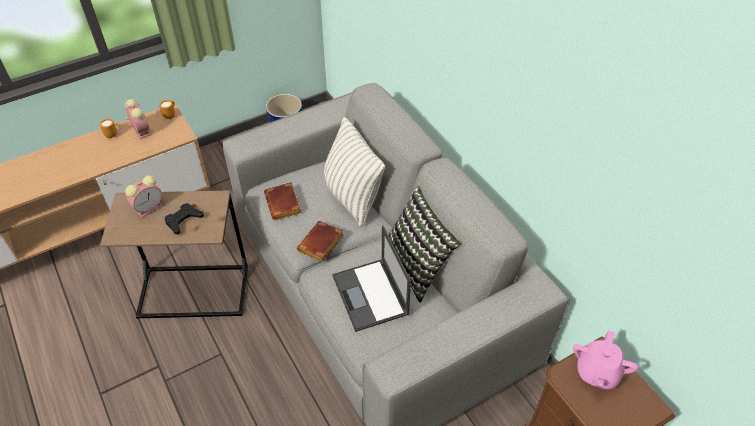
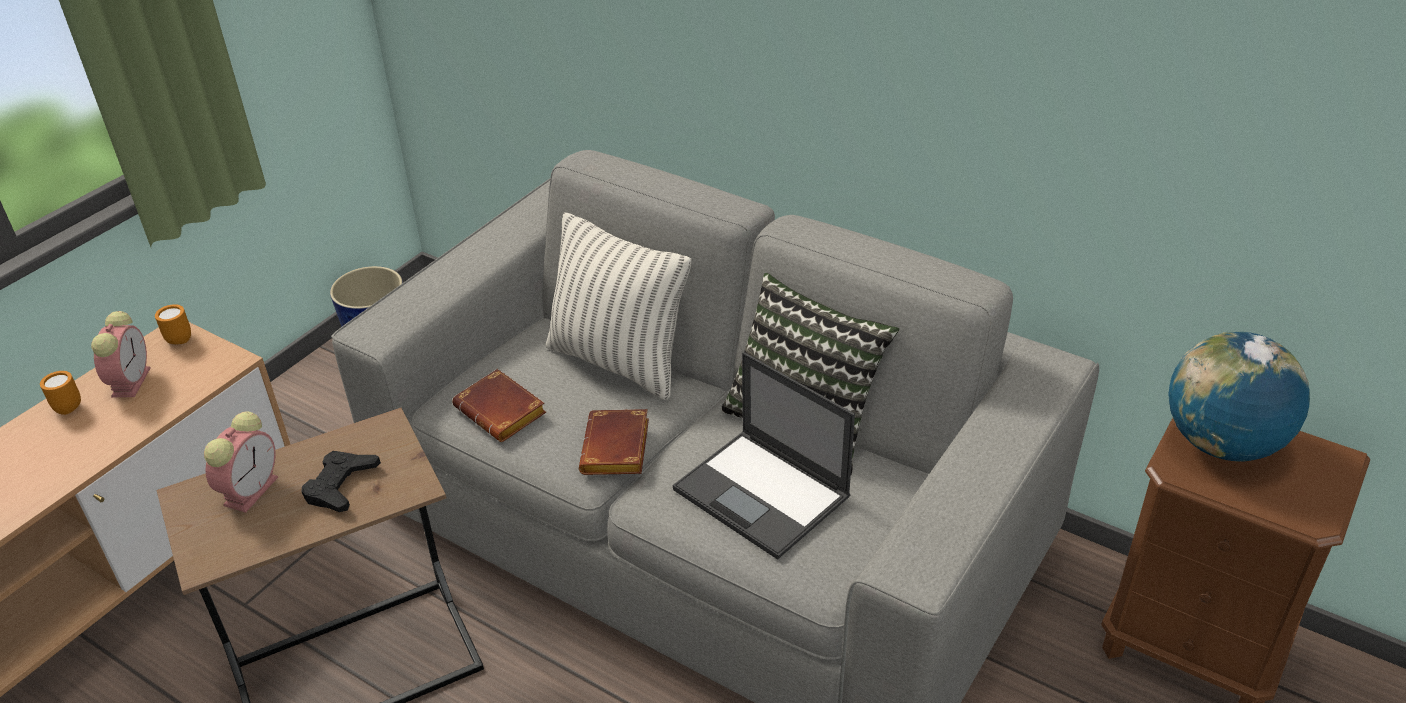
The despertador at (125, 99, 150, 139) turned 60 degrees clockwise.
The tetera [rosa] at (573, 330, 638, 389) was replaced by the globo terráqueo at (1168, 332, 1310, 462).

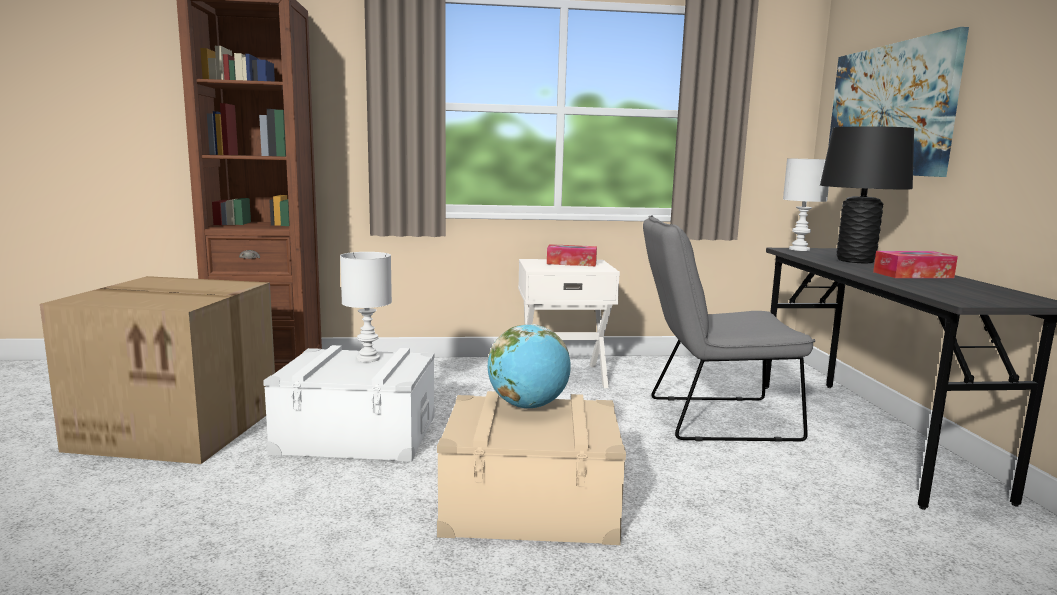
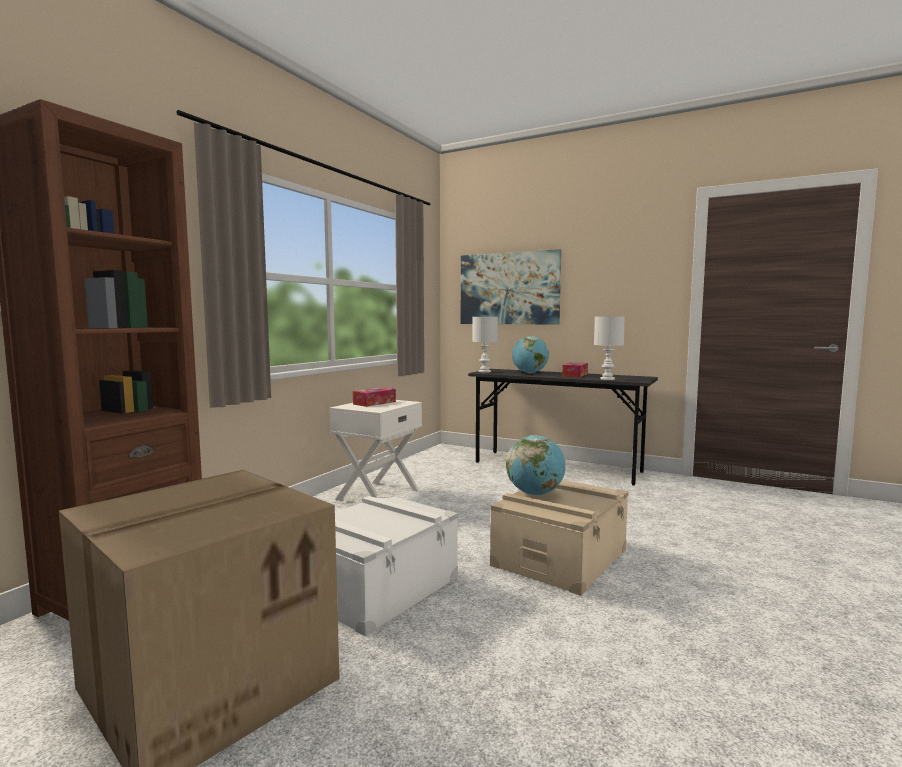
The lámpara de mesa [blanco] moved from (340, 252, 392, 362) to (594, 316, 625, 380).
The silla [gris] at (643, 215, 815, 442) disappeared.
The lámpara de mesa [negro] at (820, 126, 914, 264) was replaced by the globo terráqueo at (512, 336, 549, 373).

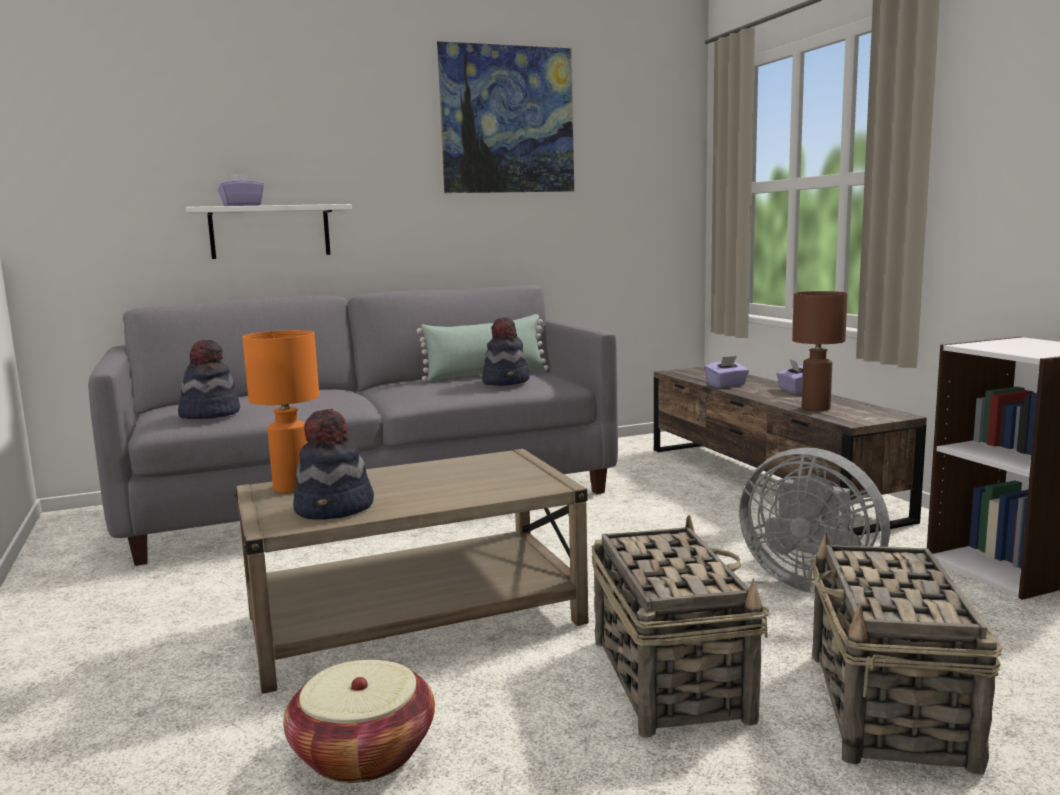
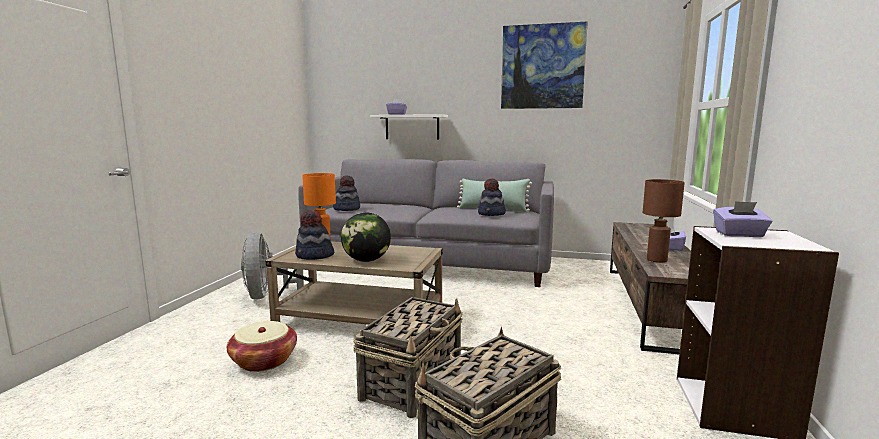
The caja de pañuelos [morado] moved from (705, 356, 749, 388) to (713, 201, 772, 237).
The ventilador [gris] moved from (739, 448, 890, 594) to (241, 232, 304, 299).
The globo terráqueo at (341, 212, 391, 262) appeared.

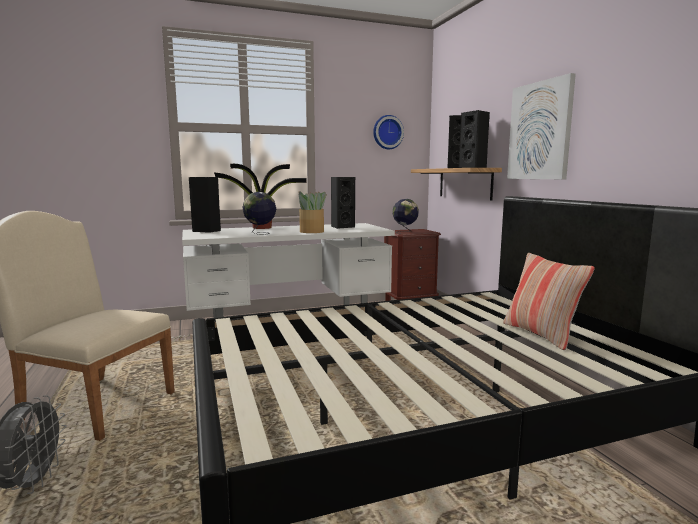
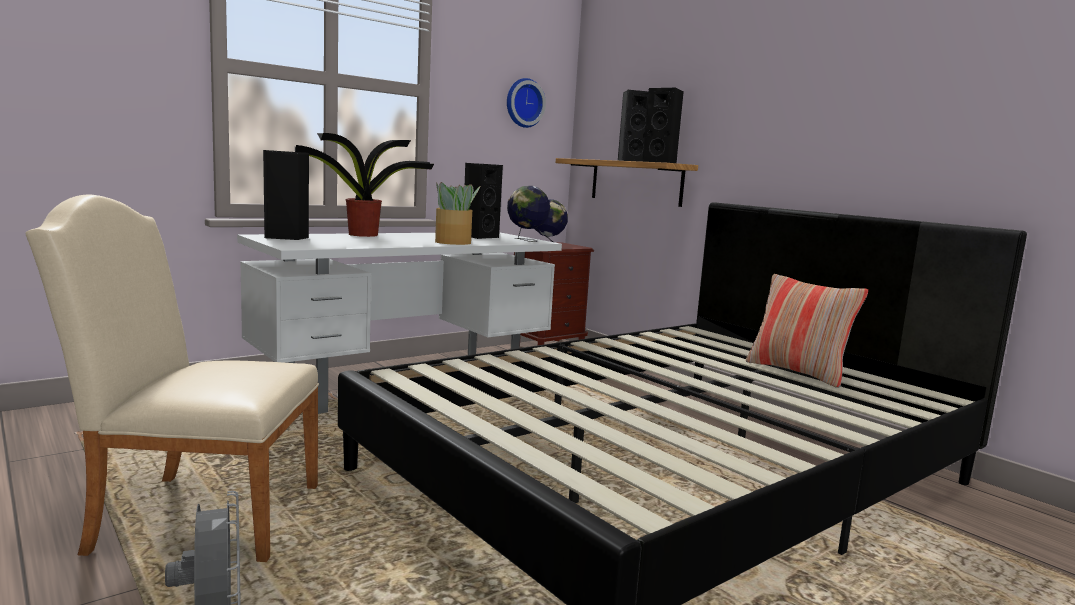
The globo terráqueo moved from (242, 192, 276, 235) to (507, 186, 550, 242).
The cuadro at (507, 73, 576, 179) disappeared.

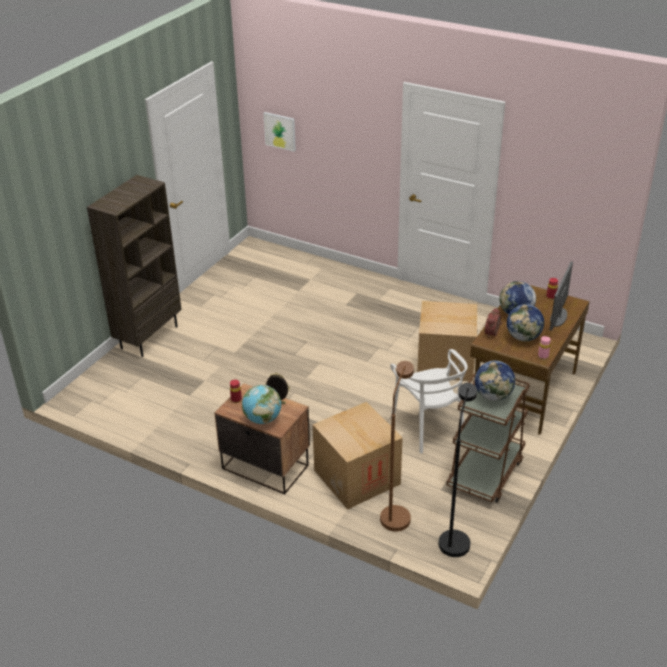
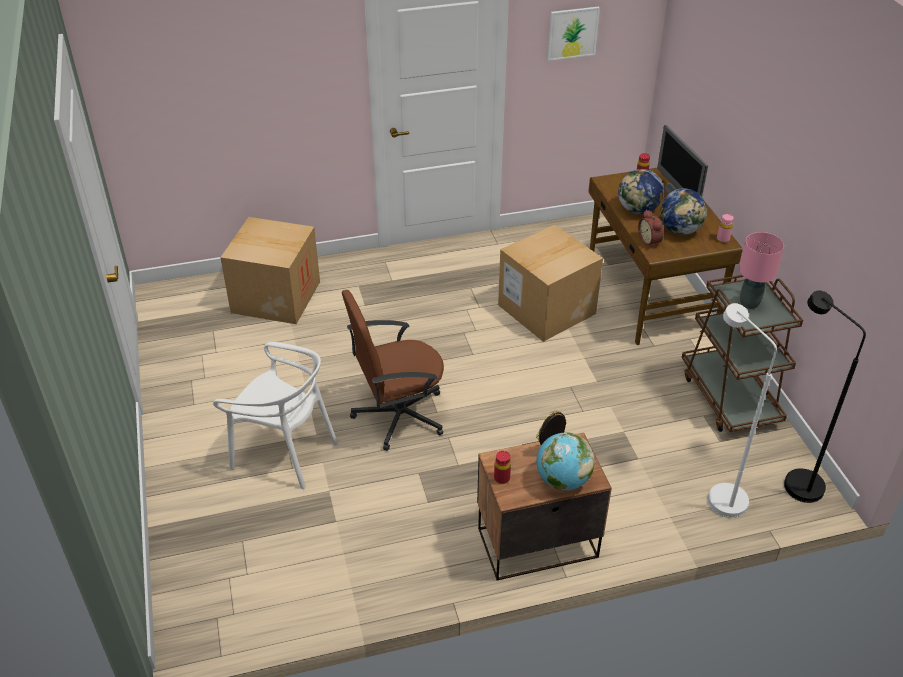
The estantería [marrón] at (87, 175, 182, 357) disappeared.
The cuadro moved from (264, 112, 296, 152) to (548, 6, 600, 61).
The caja de cartón moved from (313, 402, 402, 510) to (220, 217, 320, 324).
The lámpara de pie [marrón] at (380, 361, 414, 531) became the lámpara de pie [blanco] at (708, 303, 777, 518).
The silla [blanco] moved from (390, 349, 468, 453) to (213, 342, 338, 489).
The globo terráqueo at (475, 361, 515, 401) was replaced by the lámpara de mesa [rosa] at (739, 232, 784, 309).
The silla de oficina [marrón] at (342, 290, 444, 451) appeared.

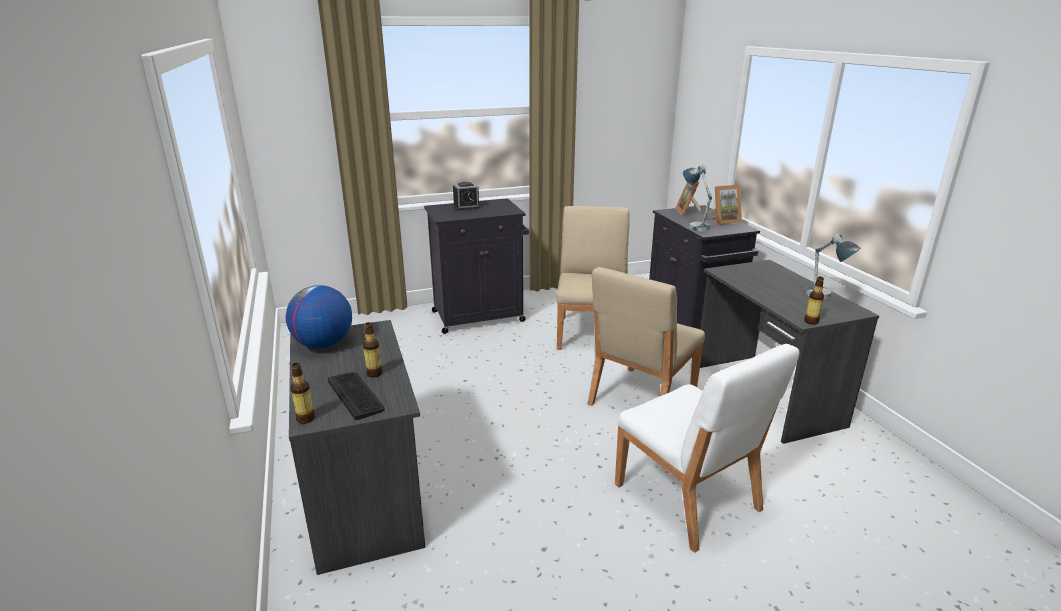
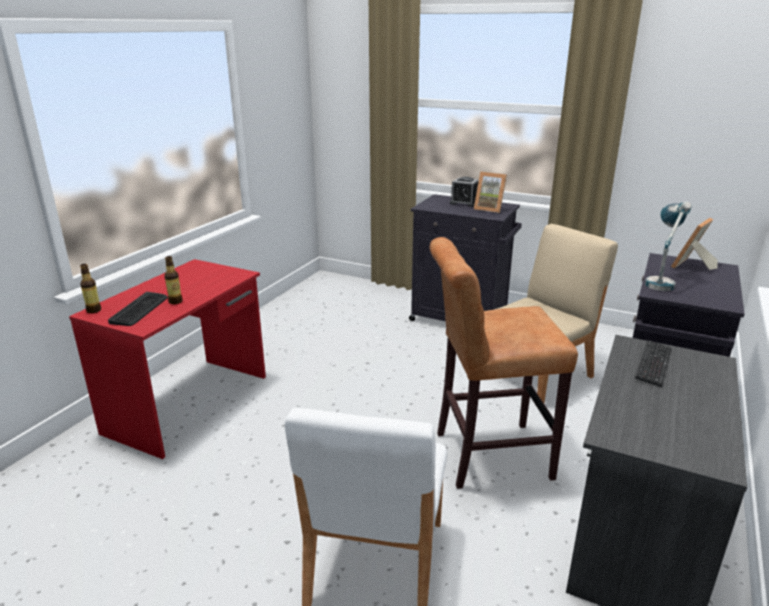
The globo terráqueo at (286, 285, 352, 348) disappeared.
The escritorio [gris] at (289, 320, 425, 575) became the escritorio [rojo] at (69, 259, 266, 459).
The silla [beis] at (588, 267, 705, 406) was replaced by the taburete [marrón] at (430, 237, 578, 489).
The portarretratos moved from (707, 185, 742, 225) to (474, 172, 507, 213).
The botella at (804, 277, 824, 325) disappeared.
The lámpara de mesa at (805, 234, 861, 299) disappeared.
The teclado at (635, 341, 672, 387) appeared.

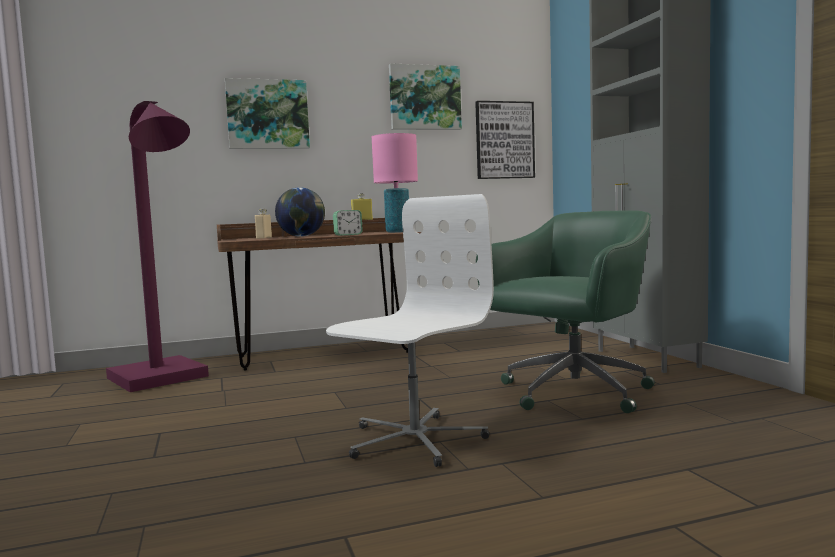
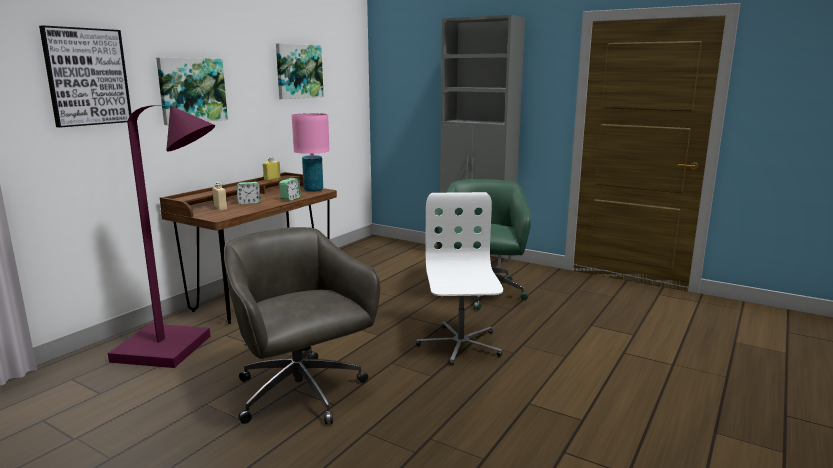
The globo terráqueo at (275, 187, 325, 237) was replaced by the despertador at (236, 182, 260, 204).
The cuadro moved from (475, 101, 535, 179) to (39, 25, 131, 128).
The silla de oficina [gris] at (224, 227, 380, 424) appeared.

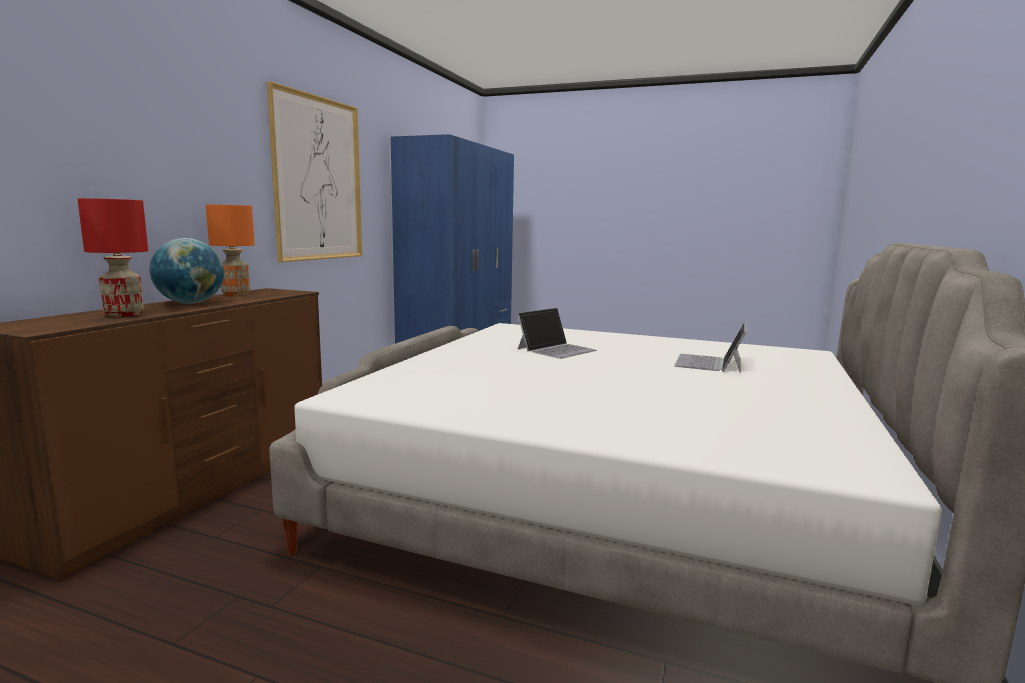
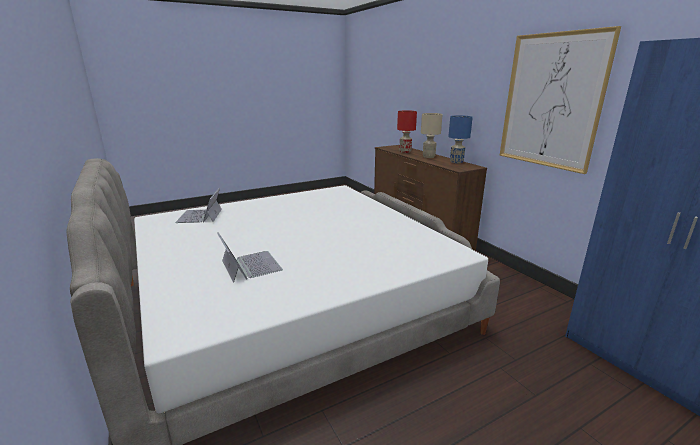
The globo terráqueo at (150, 238, 224, 304) was replaced by the lámpara de mesa [beis] at (421, 113, 443, 158).
The lámpara de mesa [naranja] at (206, 205, 255, 296) became the lámpara de mesa [azul] at (448, 115, 473, 163).
The portátil moved from (517, 308, 597, 359) to (175, 188, 222, 223).

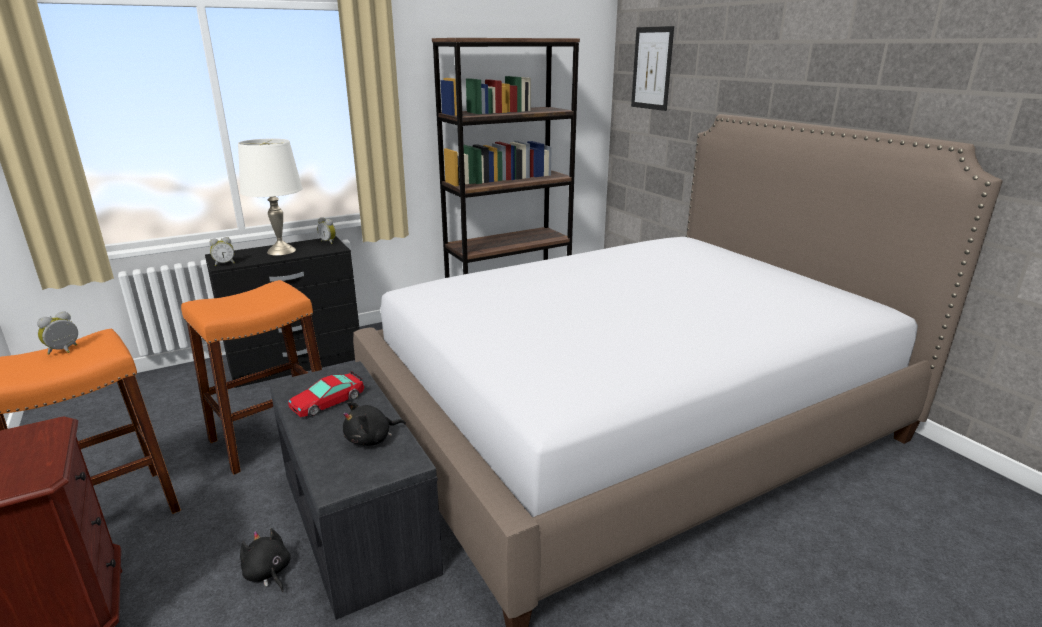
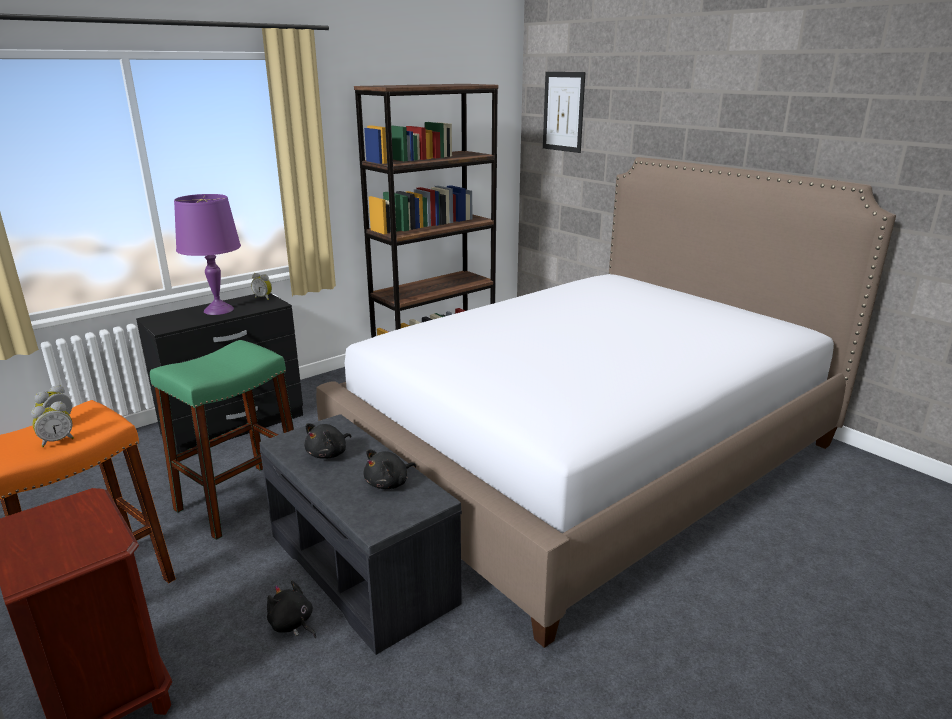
The taburete [naranja] at (181, 280, 322, 475) became the taburete [verde] at (150, 340, 294, 540).
The despertador moved from (209, 237, 235, 266) to (31, 401, 74, 447).
The lámpara de mesa [blanco] at (238, 138, 303, 255) became the lámpara de mesa [morado] at (174, 194, 241, 315).
The coche de juguete at (288, 371, 364, 417) was replaced by the peluche [negro] at (304, 423, 351, 459).

